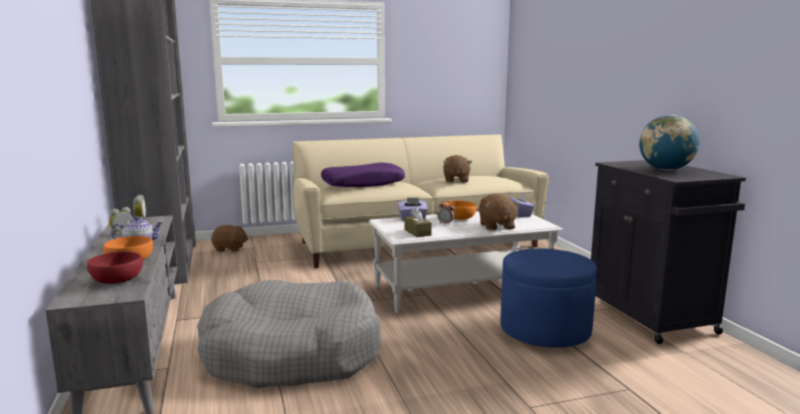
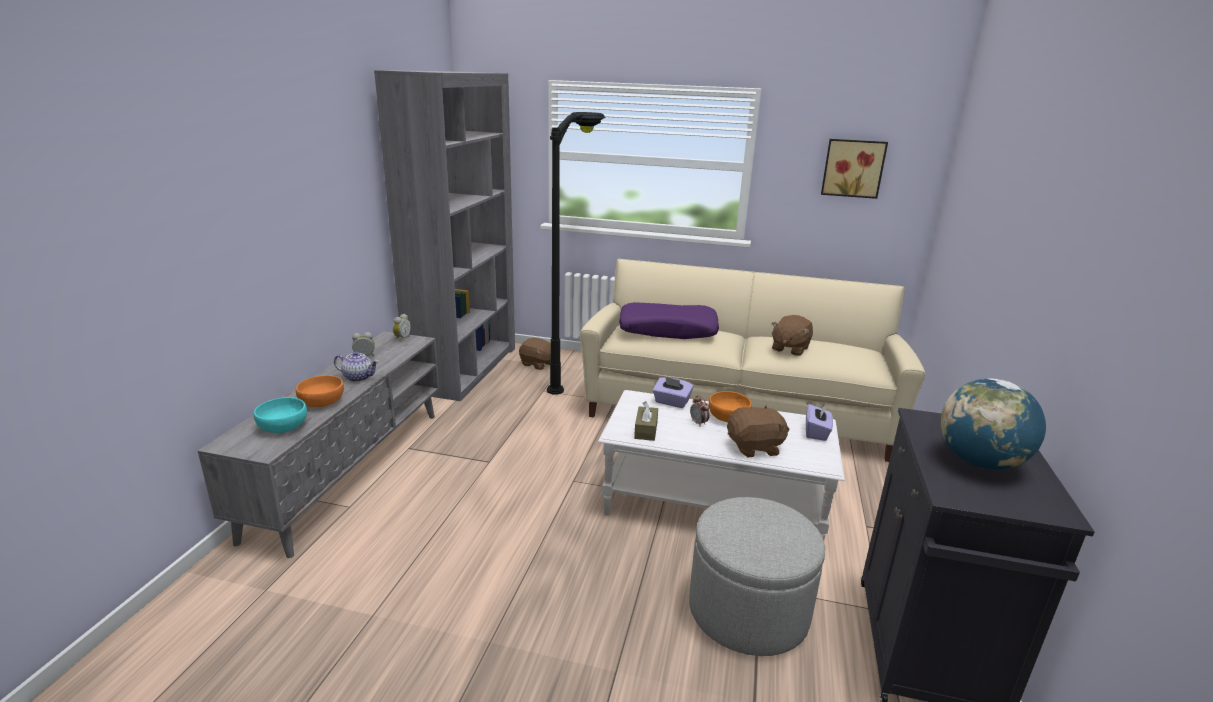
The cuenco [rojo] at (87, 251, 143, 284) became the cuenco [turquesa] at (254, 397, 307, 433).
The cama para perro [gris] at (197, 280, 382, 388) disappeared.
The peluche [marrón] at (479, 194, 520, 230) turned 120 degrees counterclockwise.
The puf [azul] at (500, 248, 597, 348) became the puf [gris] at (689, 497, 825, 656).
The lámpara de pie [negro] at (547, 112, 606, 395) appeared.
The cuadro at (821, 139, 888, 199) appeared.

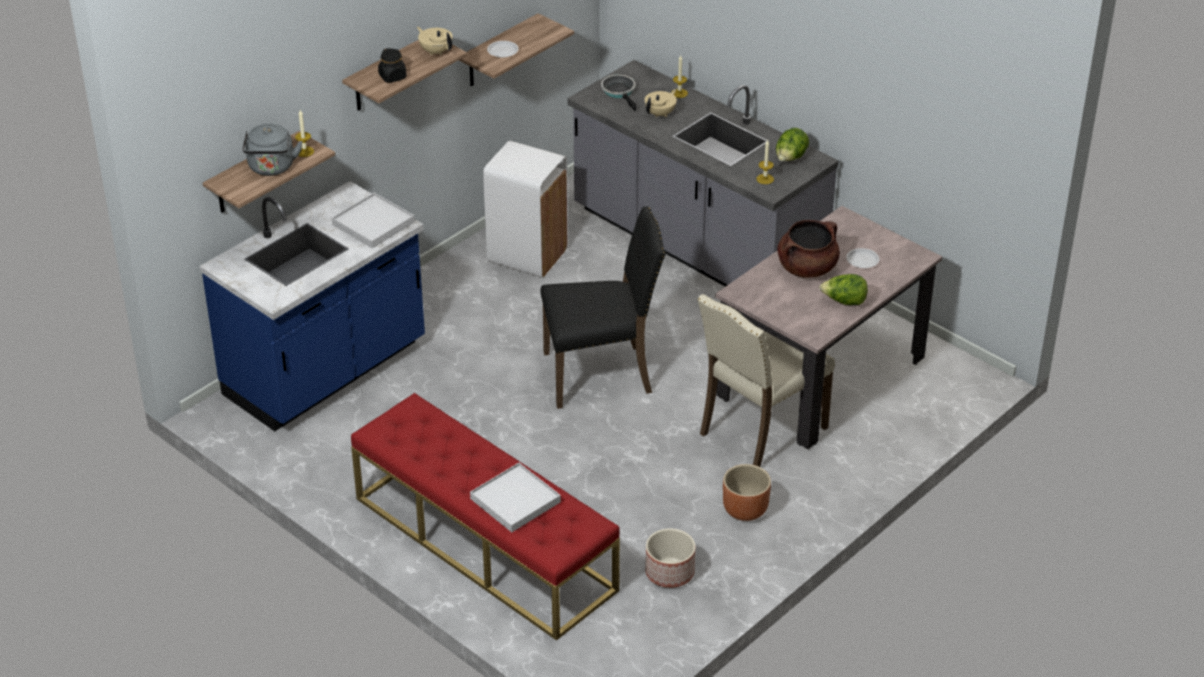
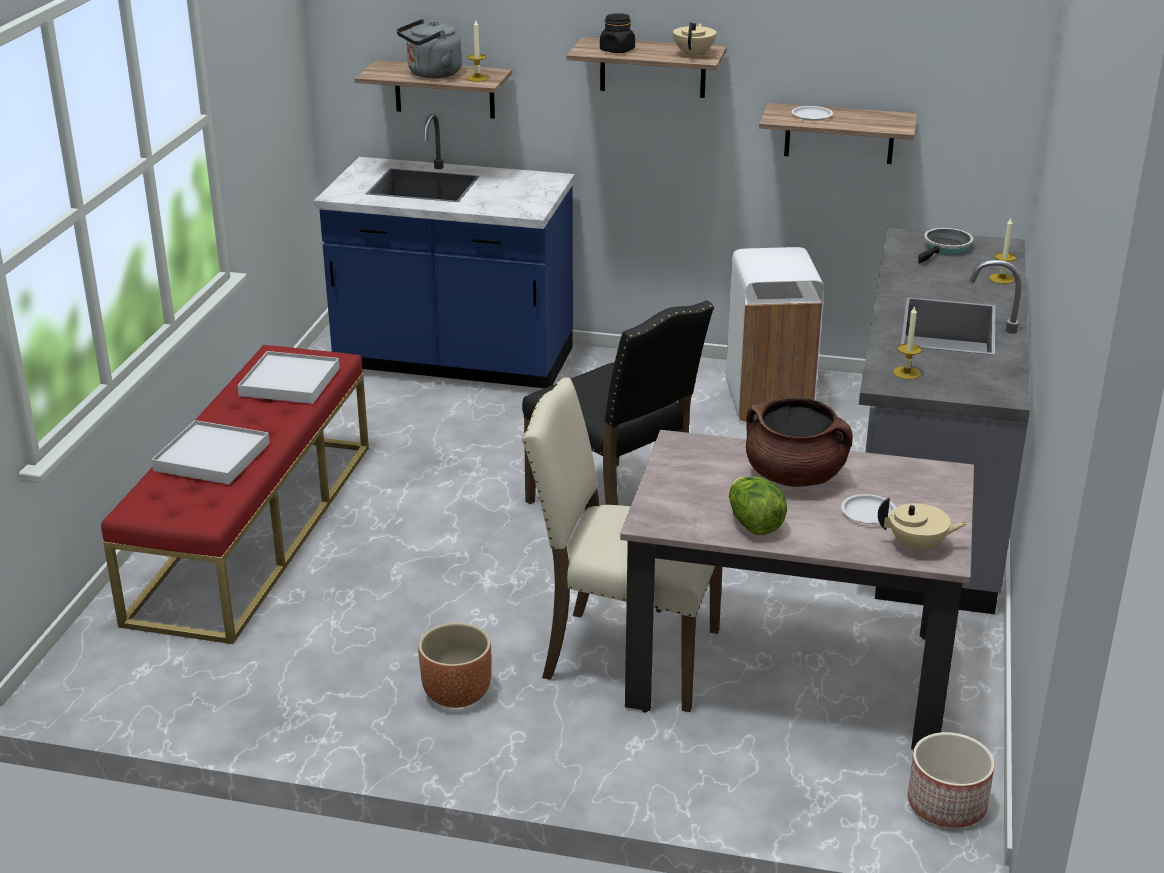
The bandeja [blanco] moved from (332, 193, 415, 248) to (237, 351, 340, 404).
The tetera [beis] moved from (645, 89, 677, 117) to (878, 498, 968, 554).
The maceta moved from (645, 528, 696, 588) to (908, 732, 995, 828).
The lechuga at (776, 128, 809, 161) disappeared.

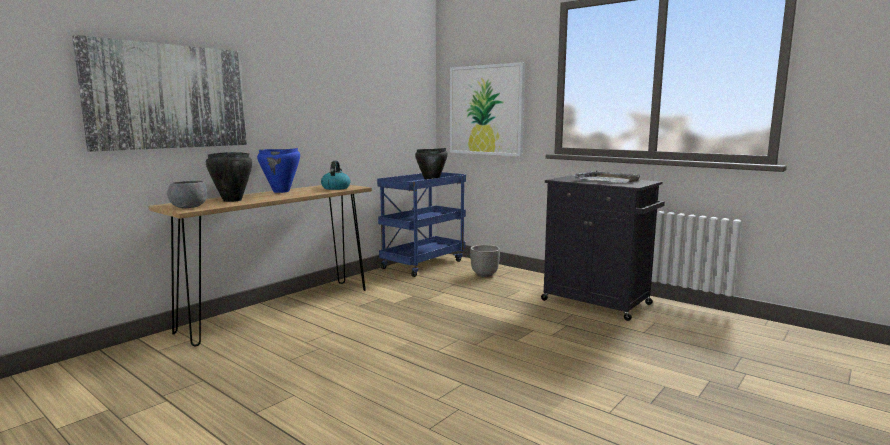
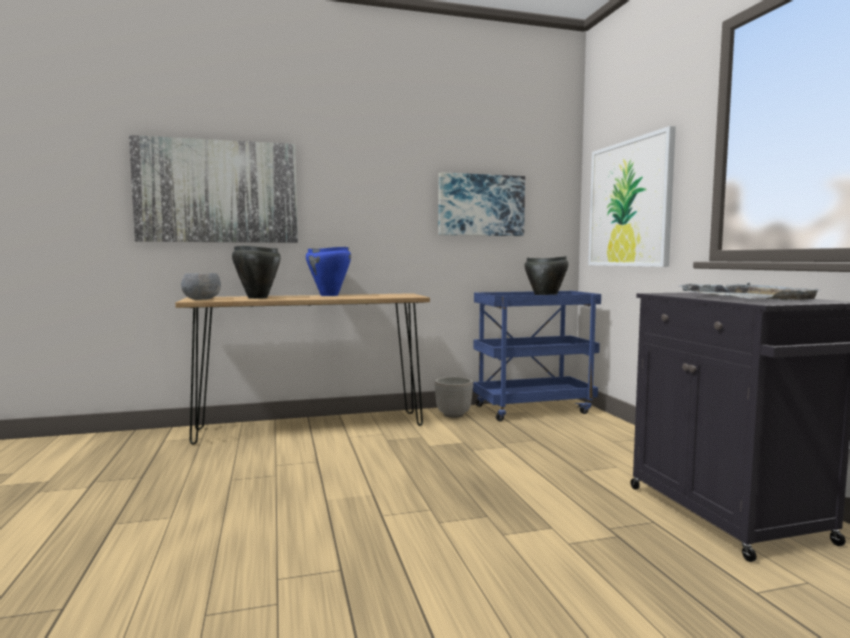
The hervidor at (321, 161, 350, 190) disappeared.
The maceta moved from (470, 245, 500, 277) to (435, 377, 473, 418).
The cuadro at (438, 172, 525, 236) appeared.

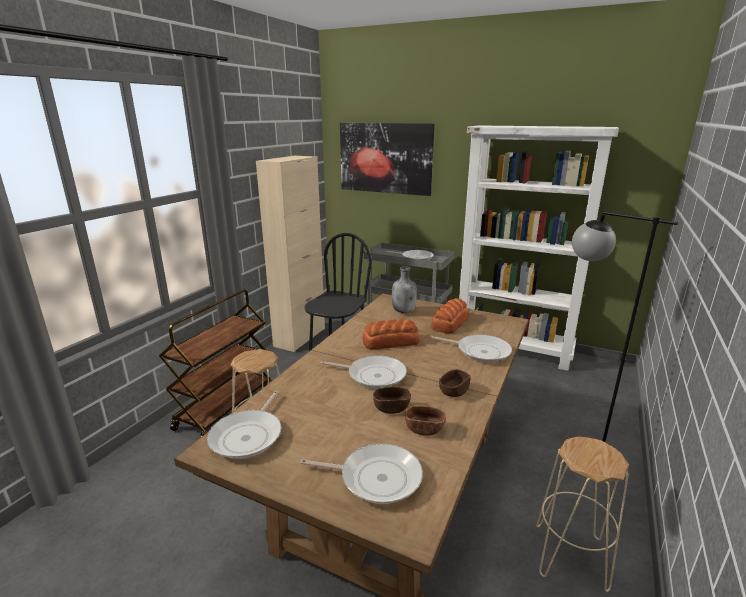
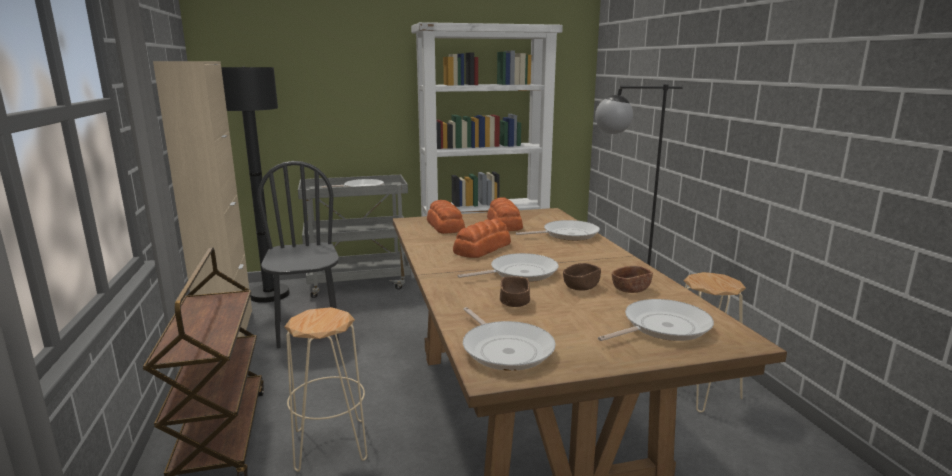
The cuadro at (340, 123, 434, 196) disappeared.
The botella [gris] at (392, 266, 417, 313) was replaced by the pan at (427, 200, 465, 234).
The cuenco [marrón] moved from (439, 369, 471, 397) to (500, 277, 530, 307).
The lámpara de pie [negro] at (221, 66, 290, 303) appeared.

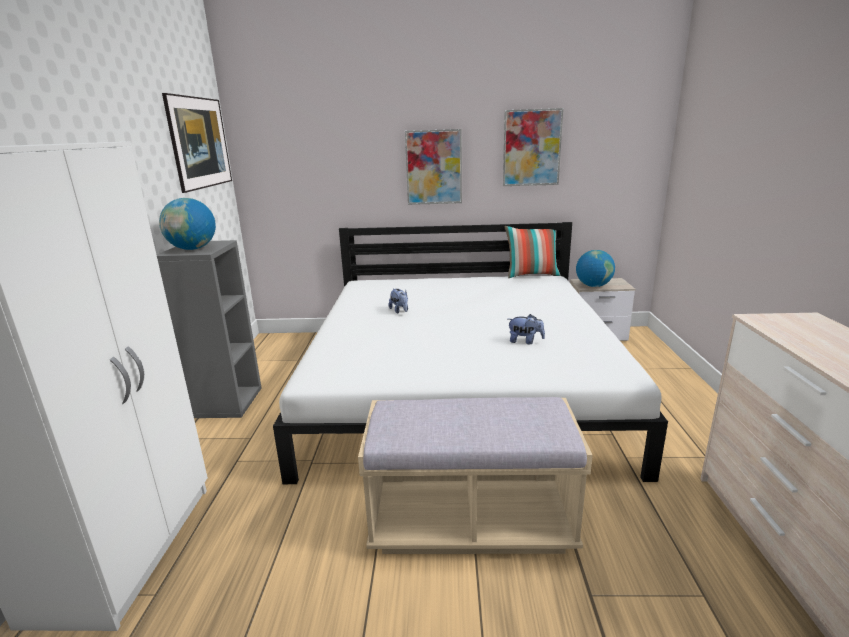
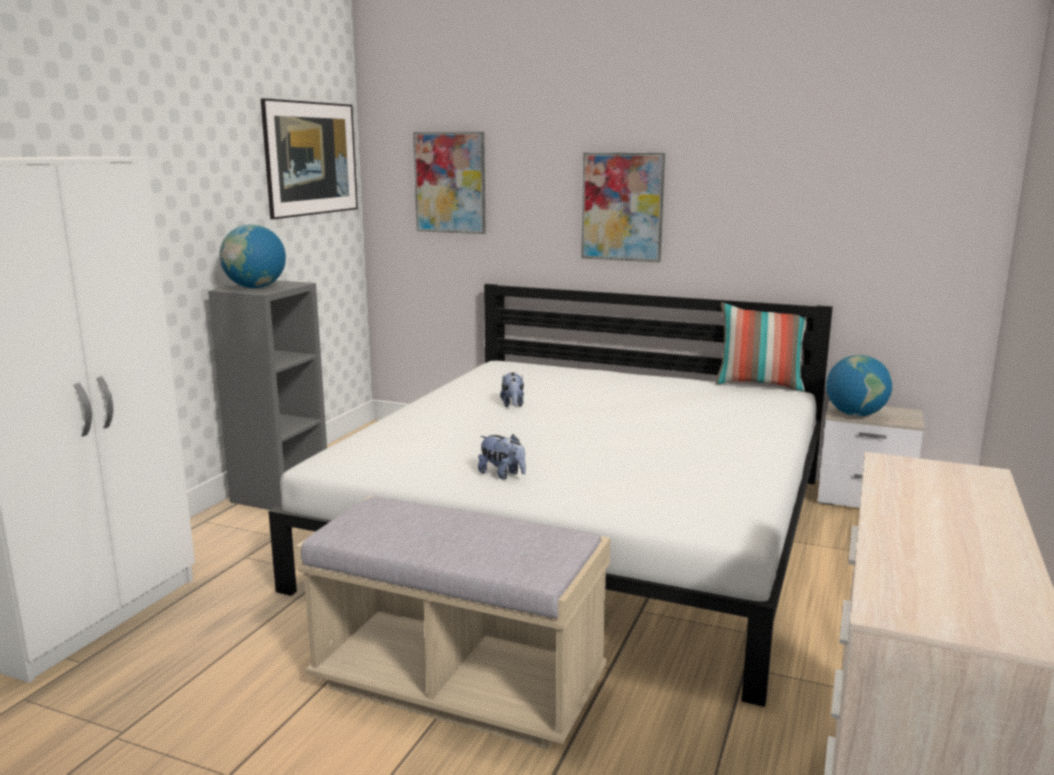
The cuadro moved from (503, 108, 563, 186) to (413, 132, 486, 234).
The peluche moved from (509, 314, 545, 344) to (478, 434, 526, 480).

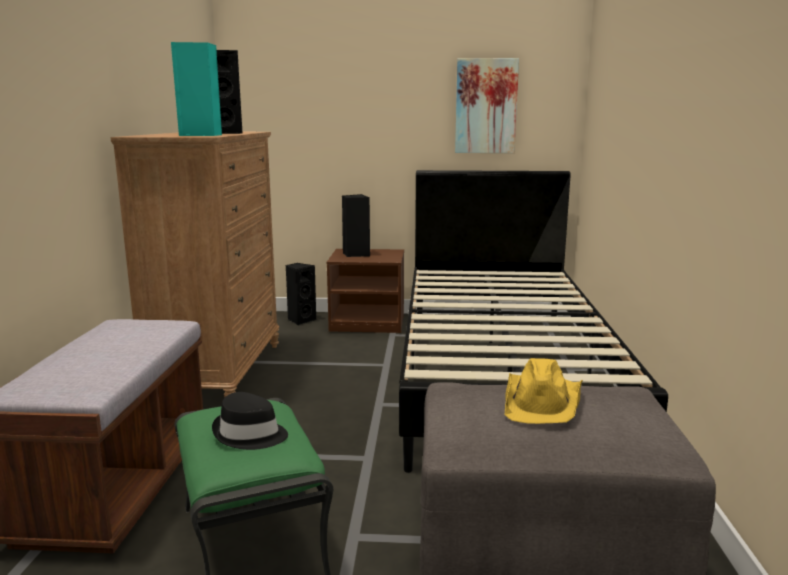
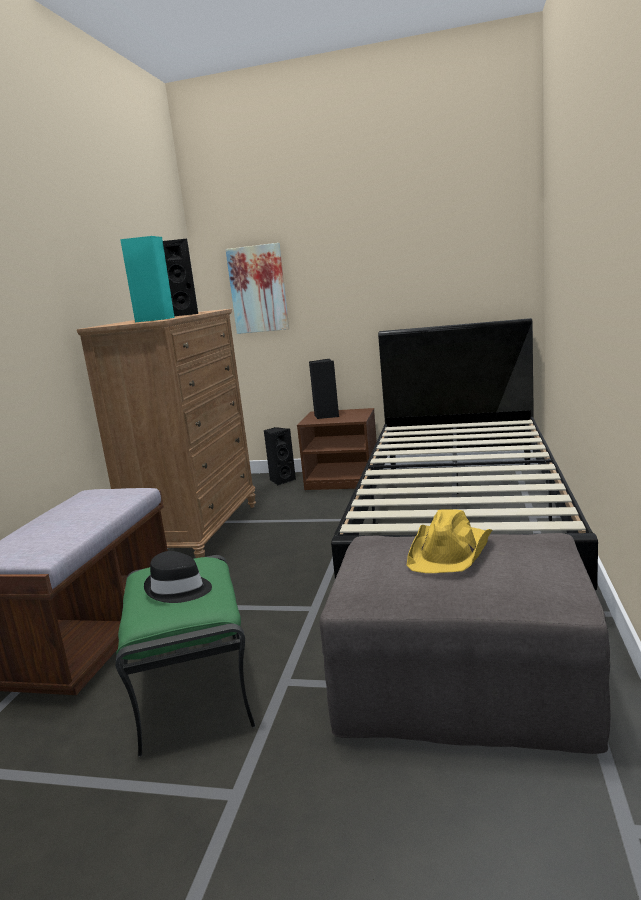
The cuadro moved from (455, 58, 519, 153) to (226, 243, 289, 334).

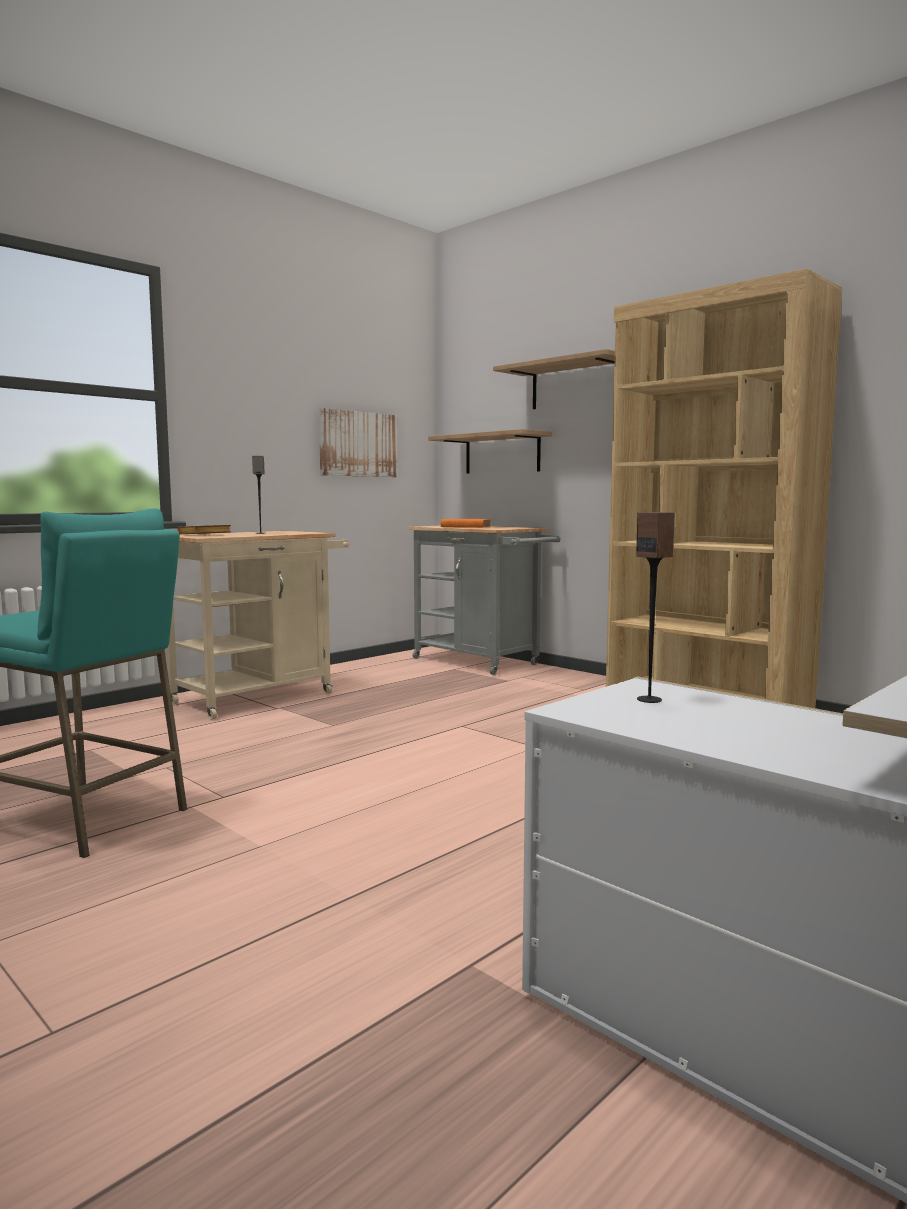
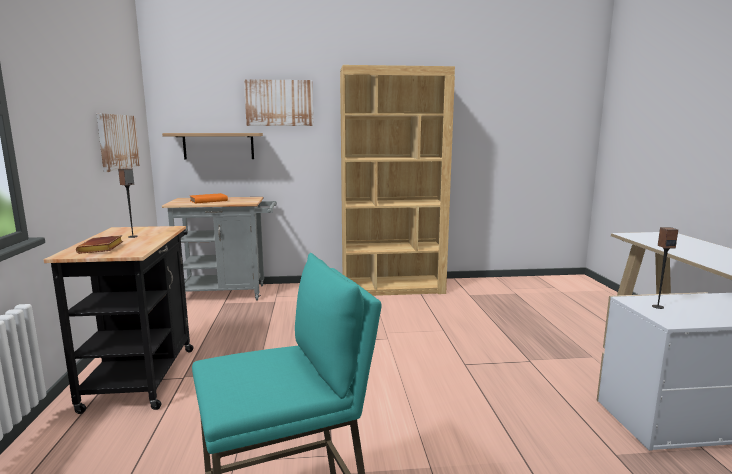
The carrito [beis] at (166, 531, 349, 720) became the carrito [negro] at (43, 226, 194, 414).
The estante at (493, 349, 615, 409) was replaced by the cuadro at (244, 79, 313, 126).

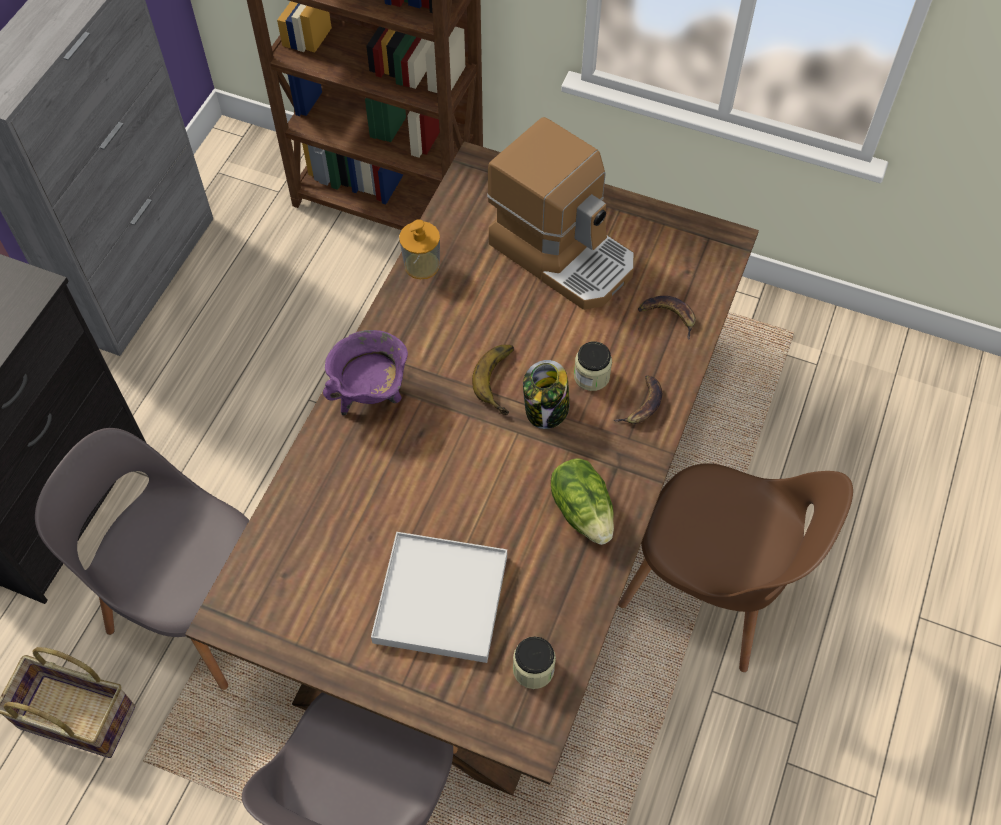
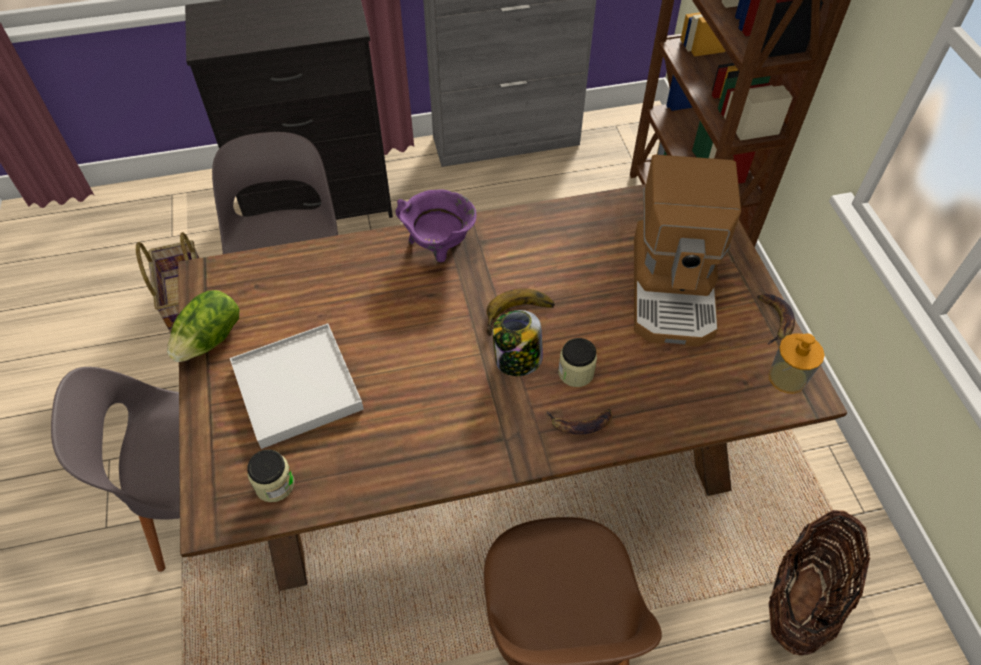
The dispensador de jabón moved from (399, 219, 440, 279) to (769, 333, 825, 393).
The lechuga moved from (551, 458, 614, 545) to (167, 290, 240, 362).
The plátano moved from (638, 296, 696, 340) to (757, 294, 795, 344).
The cesta at (768, 510, 870, 655) appeared.

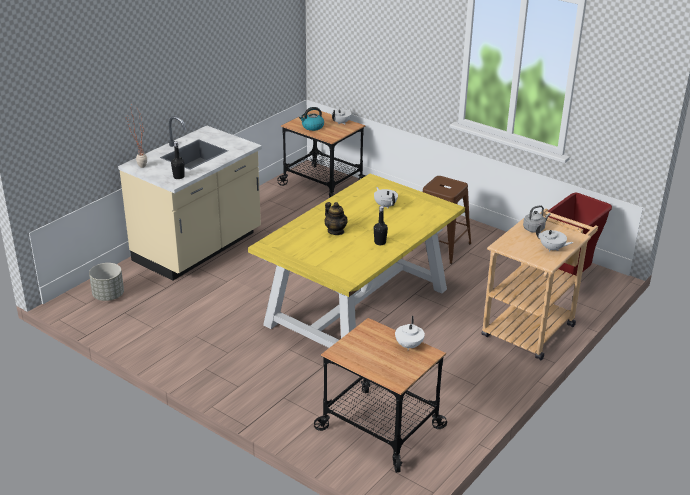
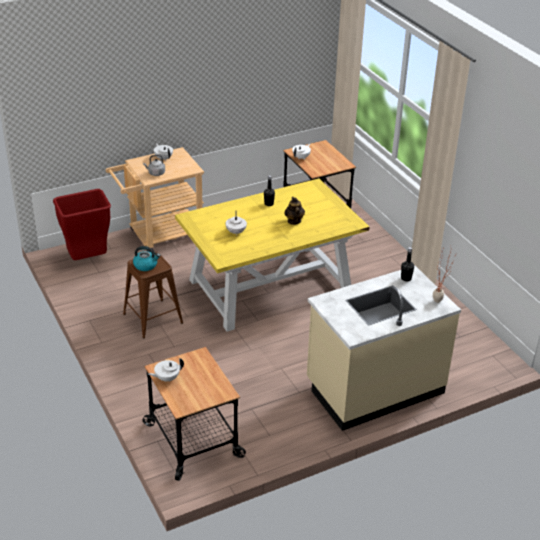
The maceta [gris] at (89, 263, 124, 301) disappeared.
The hervidor moved from (299, 107, 324, 131) to (133, 246, 160, 271).

